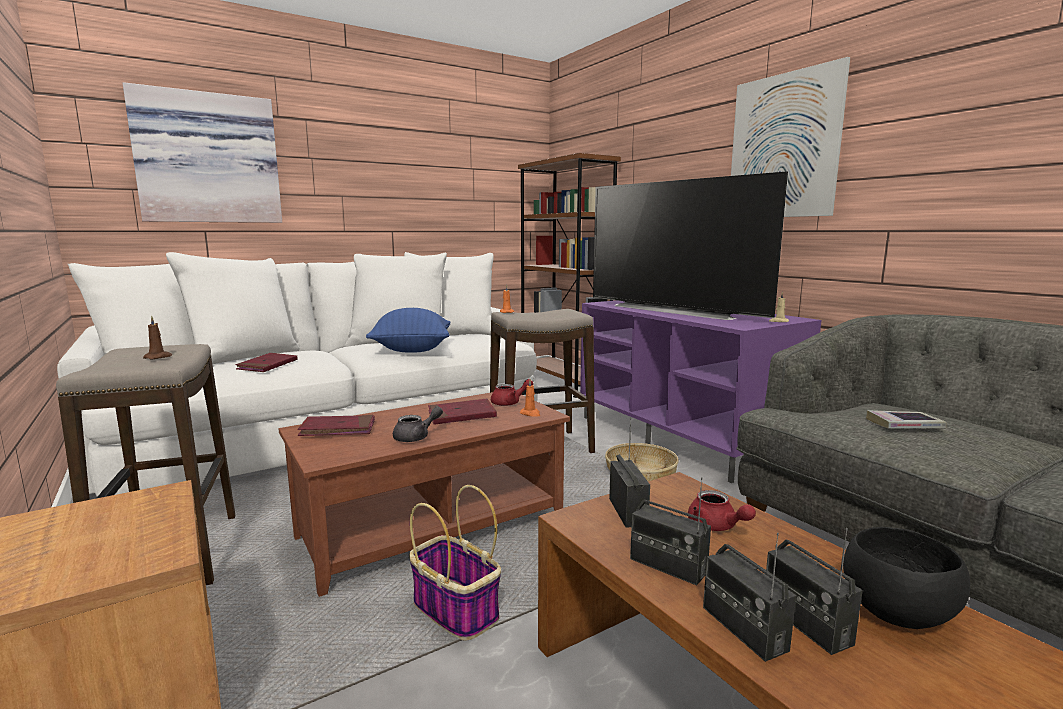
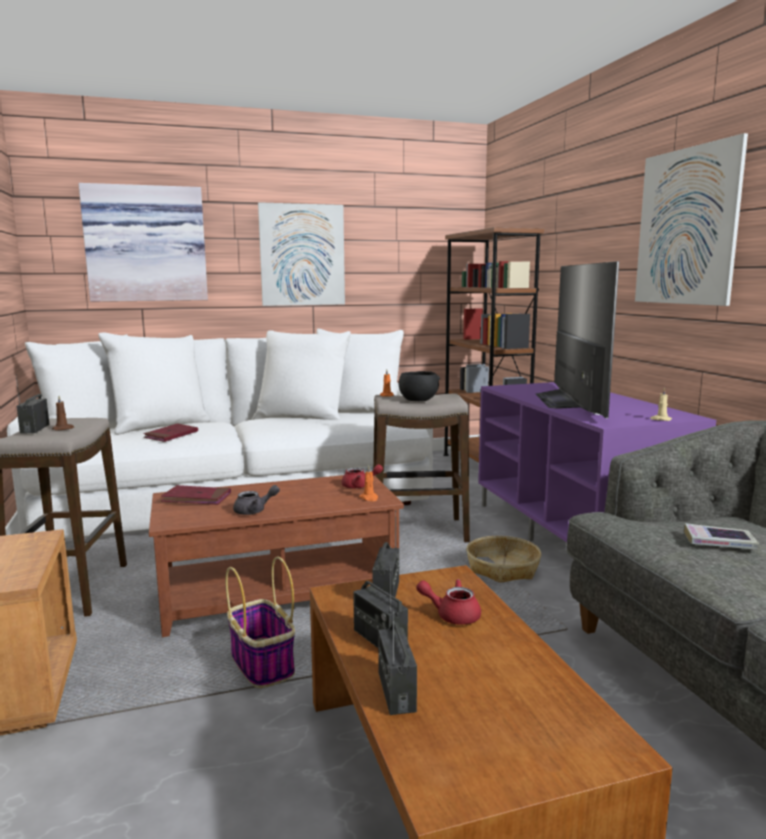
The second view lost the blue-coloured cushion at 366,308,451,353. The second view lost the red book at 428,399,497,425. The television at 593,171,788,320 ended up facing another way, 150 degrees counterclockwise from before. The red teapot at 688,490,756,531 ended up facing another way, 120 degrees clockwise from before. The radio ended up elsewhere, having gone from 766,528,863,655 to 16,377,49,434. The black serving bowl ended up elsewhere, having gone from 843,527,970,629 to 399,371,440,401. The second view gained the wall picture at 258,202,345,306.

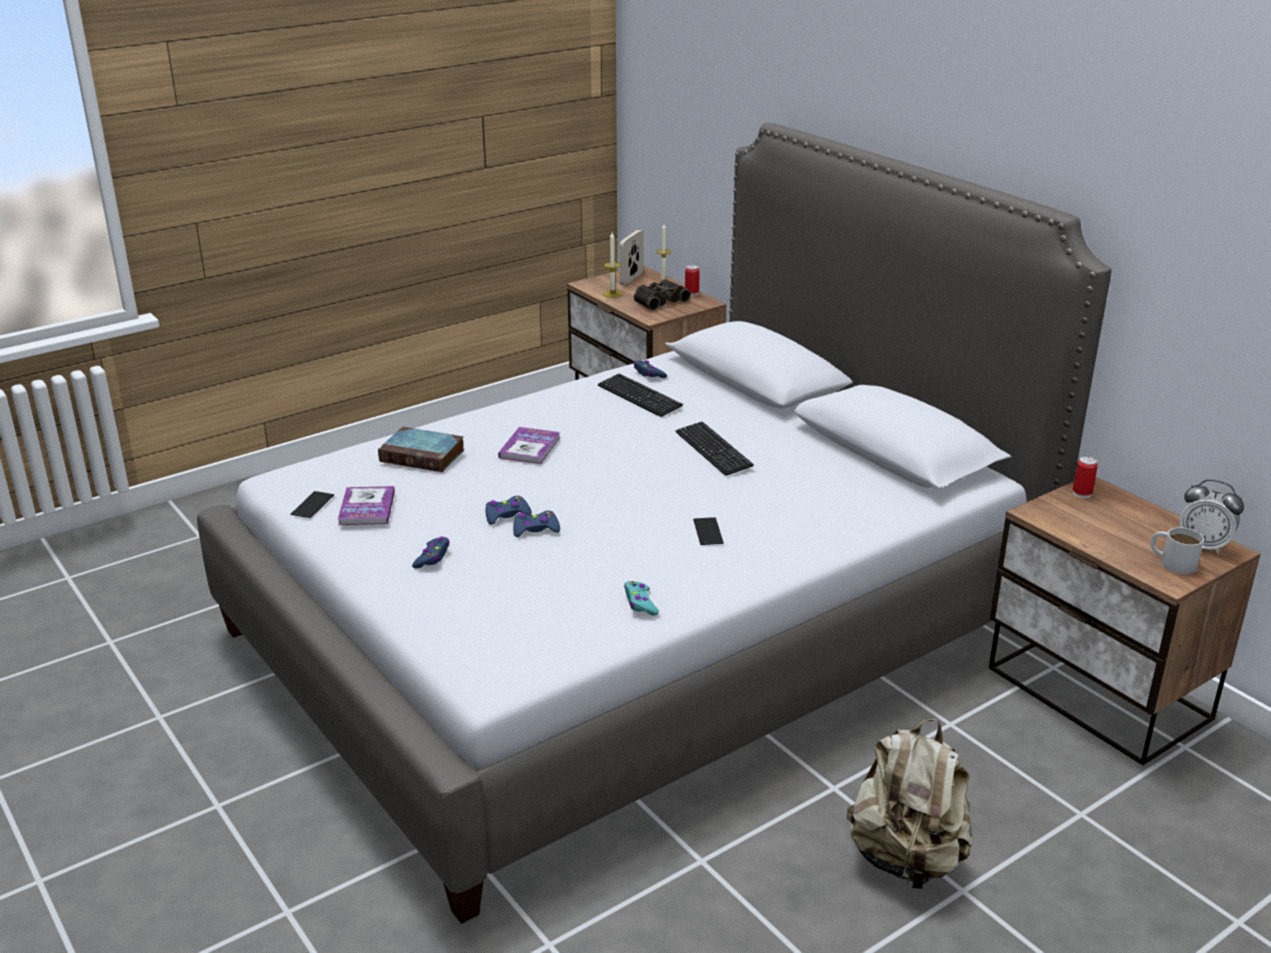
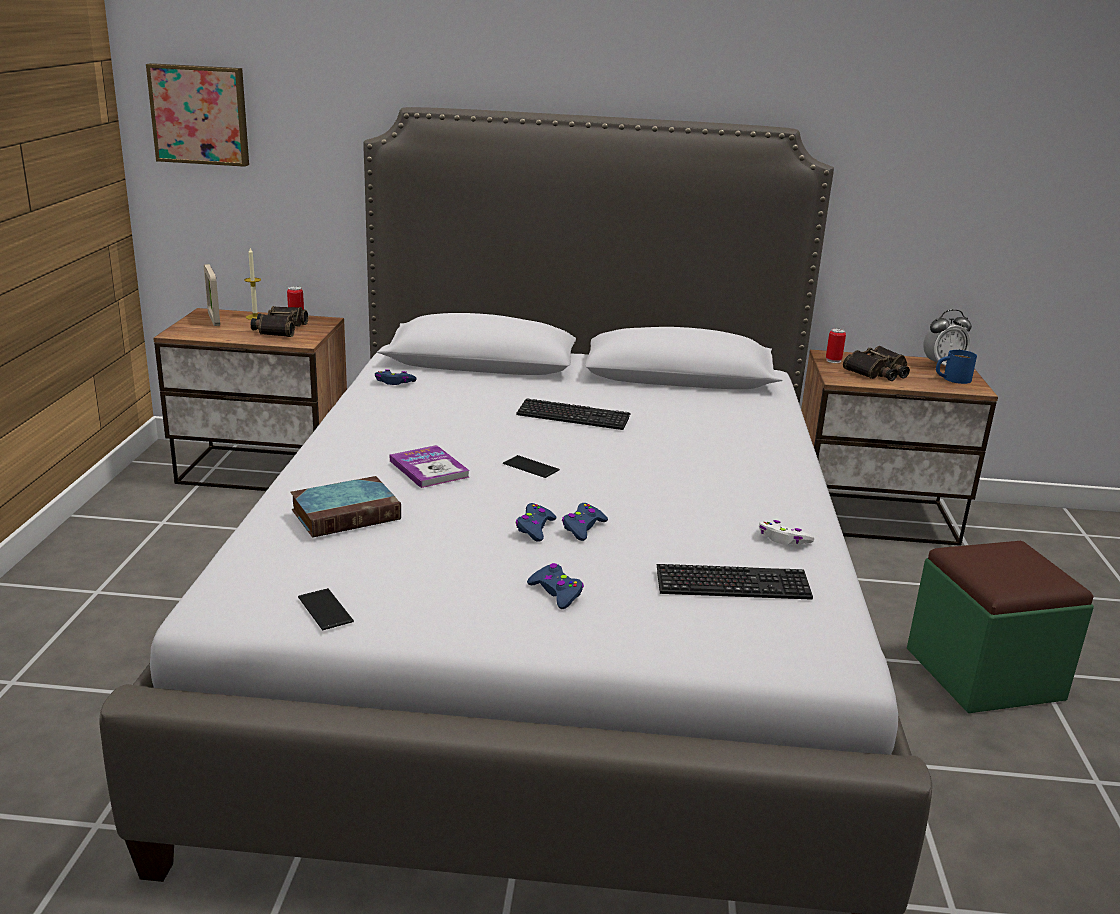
The second view lost the book at 338,486,395,525. The keyboard ended up elsewhere, having gone from 598,374,683,417 to 657,564,813,599. The second view lost the wax light at 603,232,623,298. What was the turquoise-coloured game controller at 624,581,659,616 turned into the white-coloured game controller at 759,520,814,545. The telephone ended up elsewhere, having gone from 693,517,724,545 to 503,455,560,478. Where the beige rucksack stood at 847,719,973,889, the green footrest came to stand at 907,541,1094,713. What was the white-coloured tea mug at 1150,527,1204,574 turned into the blue-coloured tea mug at 936,350,977,384. The second view gained the wall picture at 146,63,249,167. The second view gained the field glasses at 843,346,910,381.

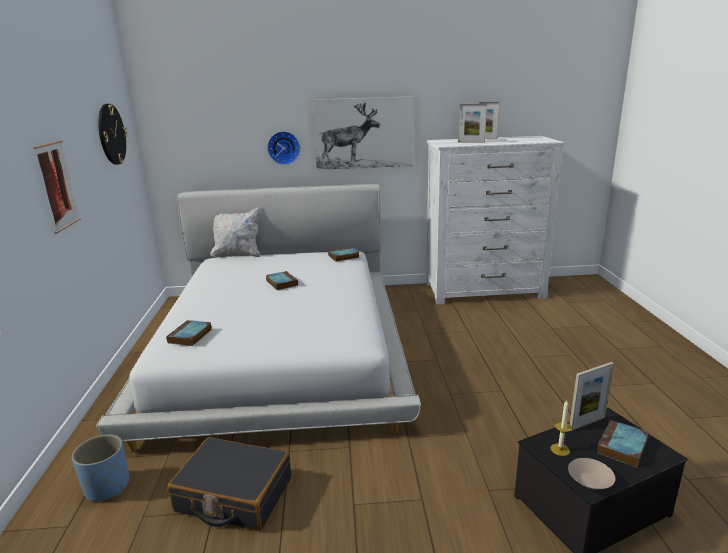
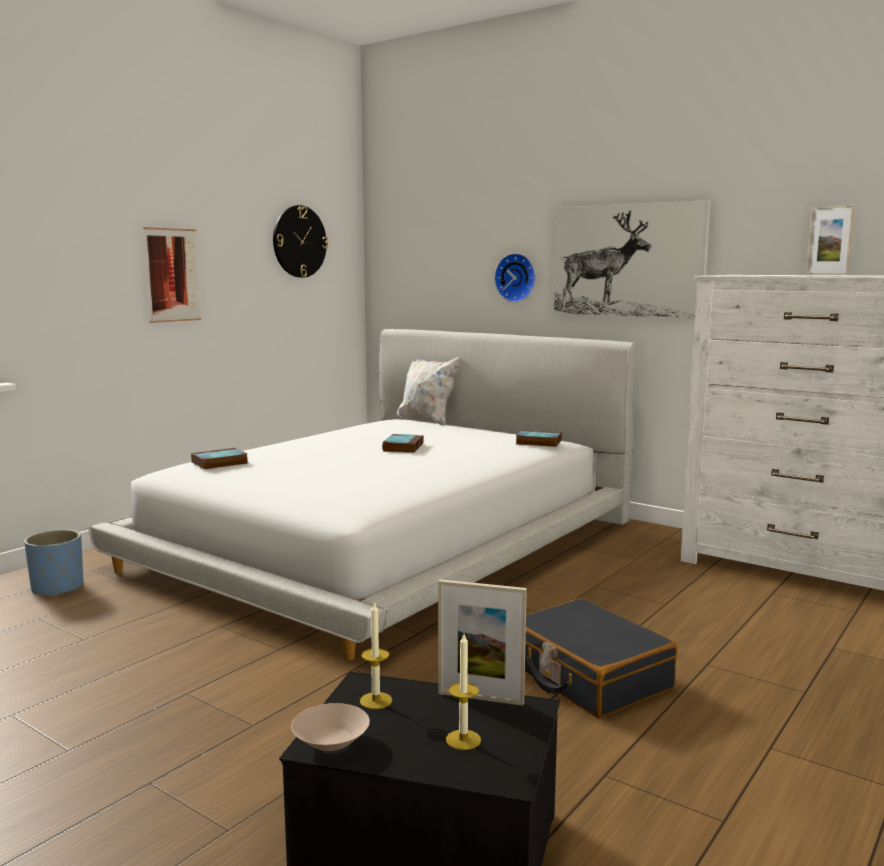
The black suitcase ended up elsewhere, having gone from 167,437,291,531 to 525,598,677,718. The second view lost the photo frame at 458,104,487,143. Where the book stood at 597,420,649,468, the wax light came to stand at 446,634,481,750.

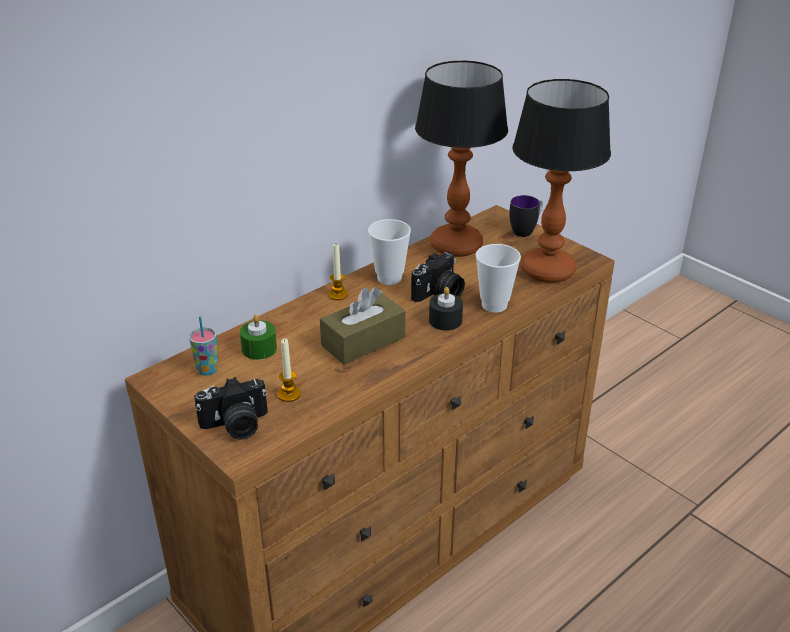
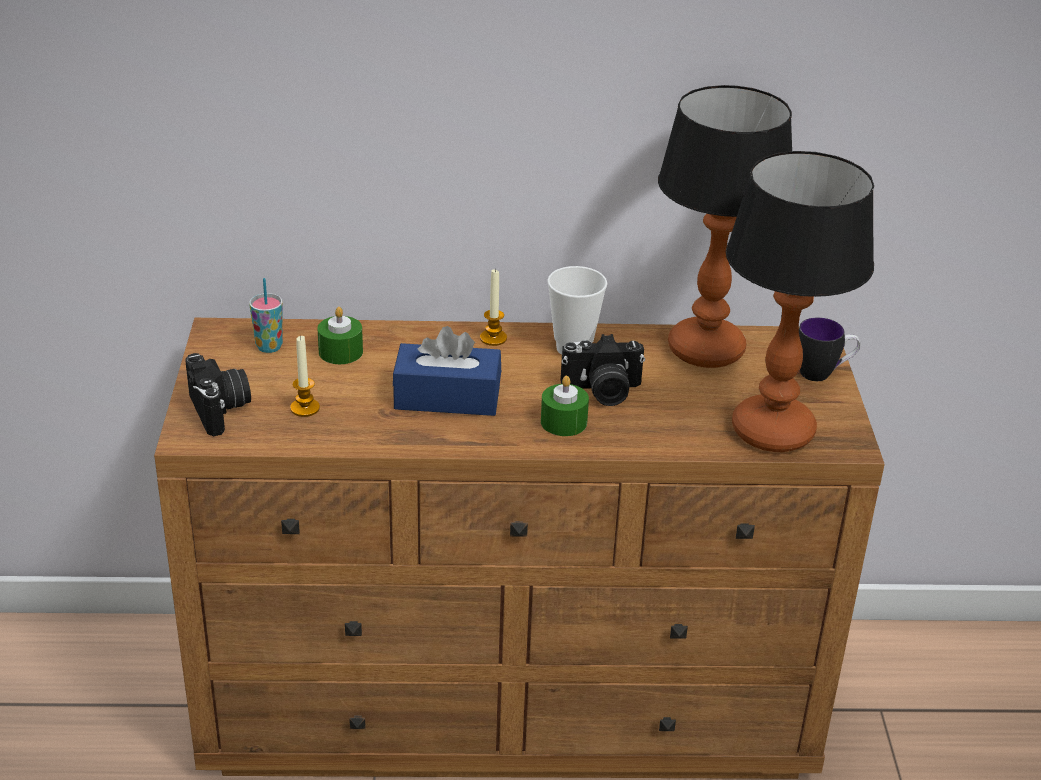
The photo camera at 194,377,268,440 ended up facing another way, 135 degrees counterclockwise from before. What was the brownish tissue holder at 320,287,405,365 turned into the blue-coloured tissue holder at 393,326,501,416. What was the black wax light at 429,287,463,331 turned into the green wax light at 541,376,589,436. The second view lost the cup at 476,244,521,313.

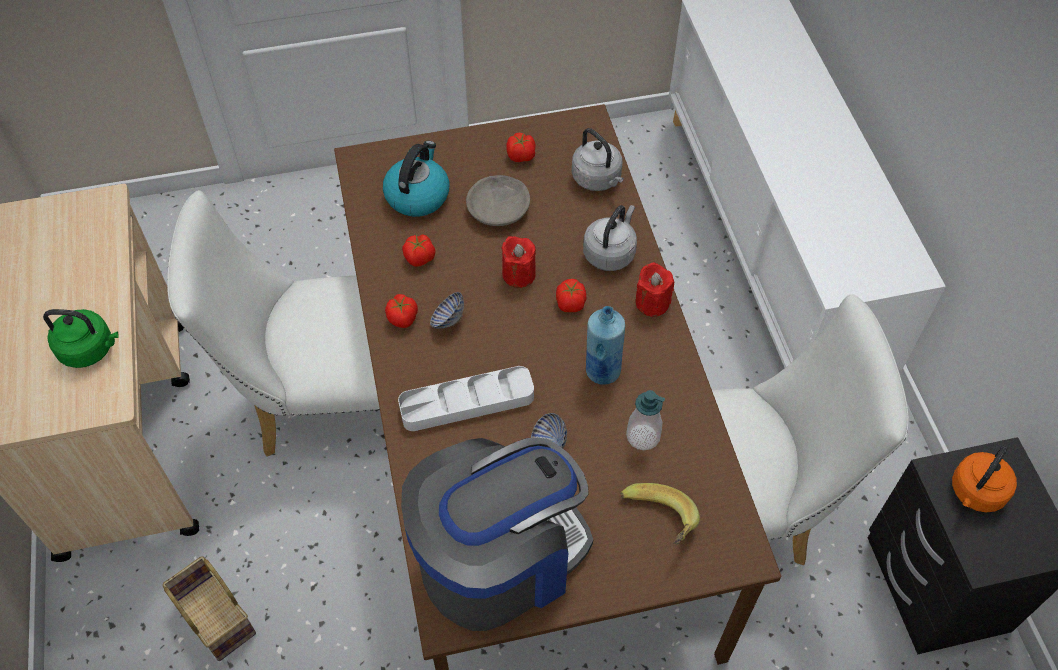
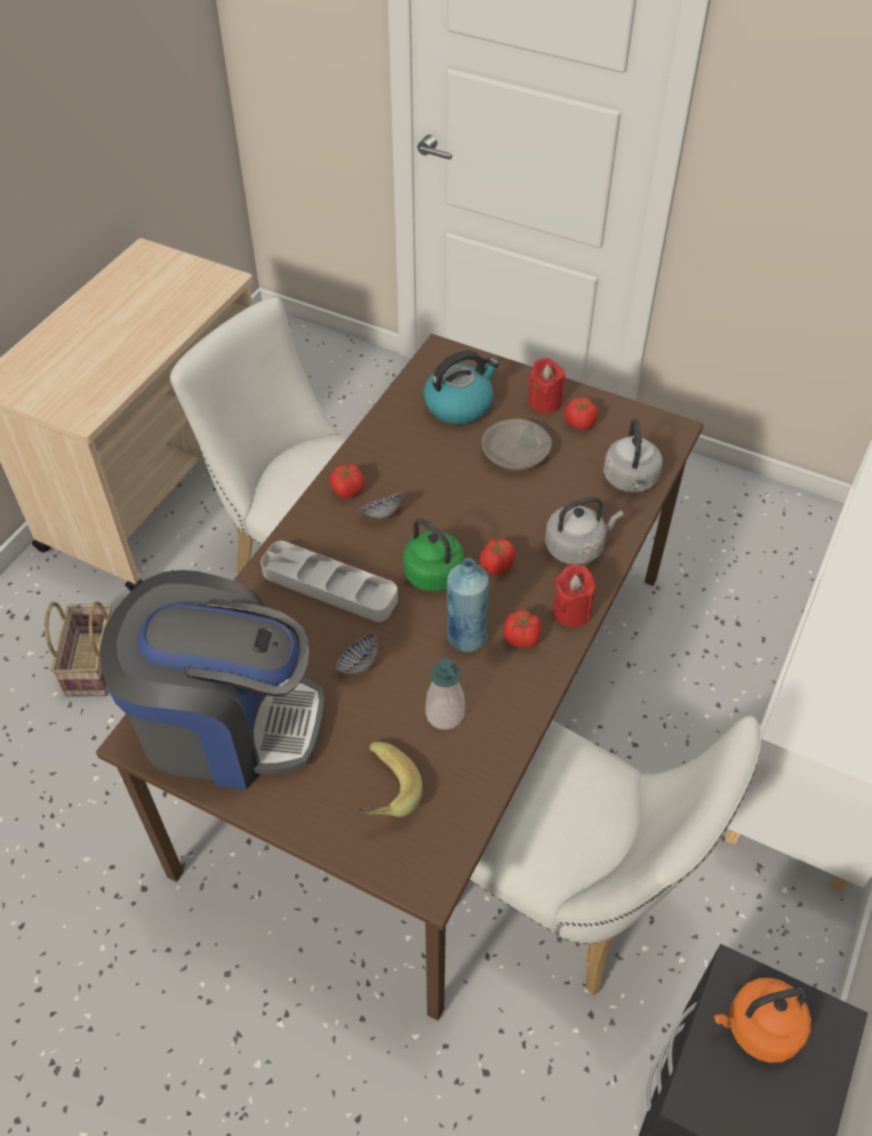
The green water kettle ended up elsewhere, having gone from 43,309,119,368 to 403,519,464,592. The whole tomato ended up elsewhere, having gone from 402,235,436,267 to 504,610,542,648. The red wax light ended up elsewhere, having gone from 501,236,536,288 to 529,358,566,414.

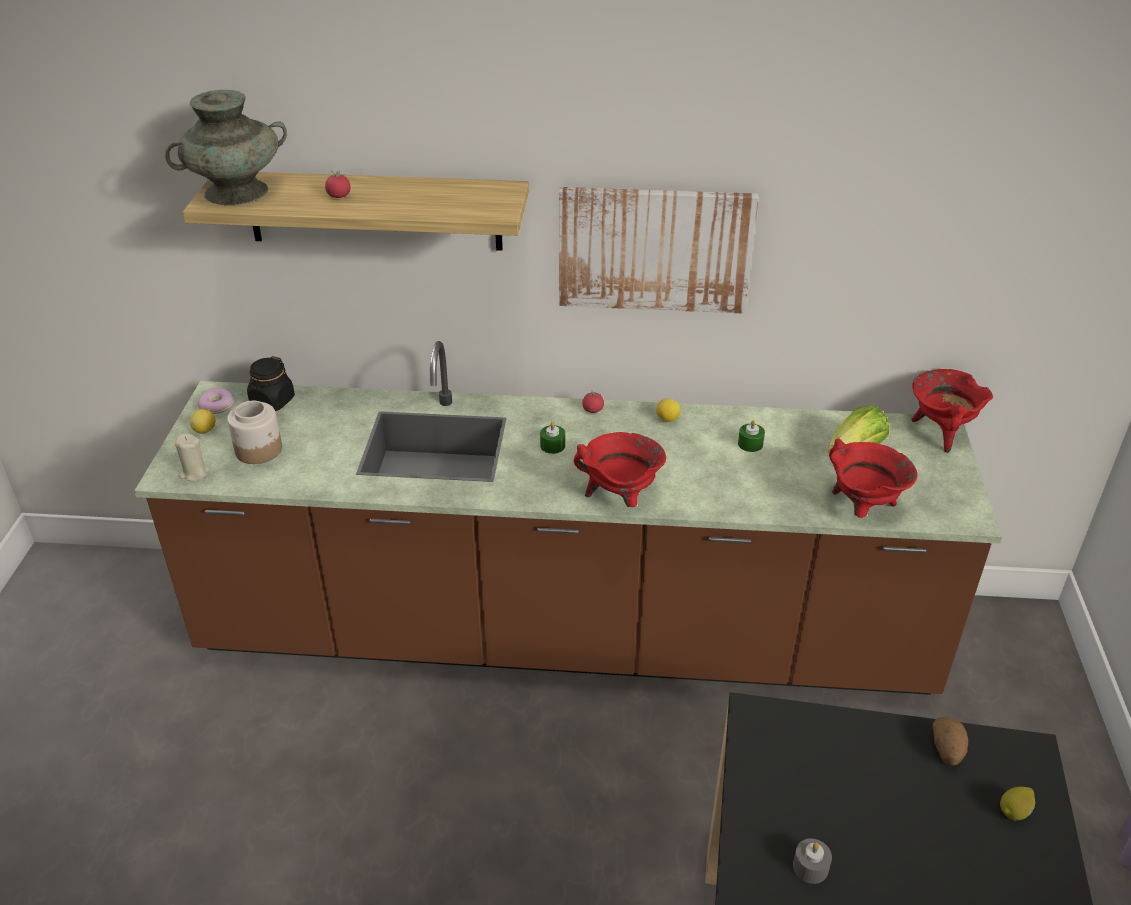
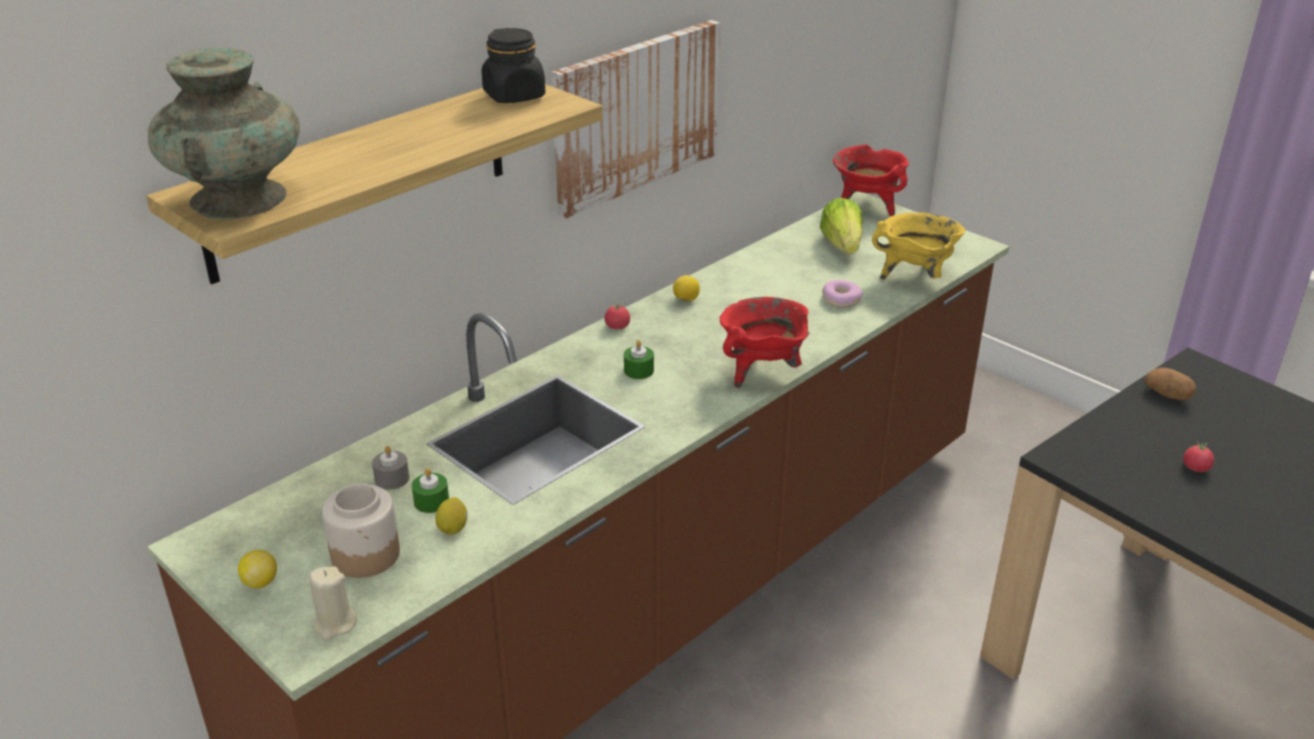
The donut ended up elsewhere, having gone from 197,388,234,414 to 822,280,863,308. The black preserve jar ended up elsewhere, having gone from 247,356,295,411 to 482,28,545,103. The whole tomato ended up elsewhere, having gone from 325,169,351,198 to 1183,441,1214,472. The green wax light ended up elsewhere, having gone from 738,420,765,452 to 412,468,449,513. The greyish wax light ended up elsewhere, having gone from 793,838,832,884 to 372,446,409,490. What was the red stockpot at 829,438,917,518 turned into the yellowish stockpot at 872,212,965,280. The citrus fruit ended up elsewhere, having gone from 1000,786,1035,820 to 435,497,468,535.

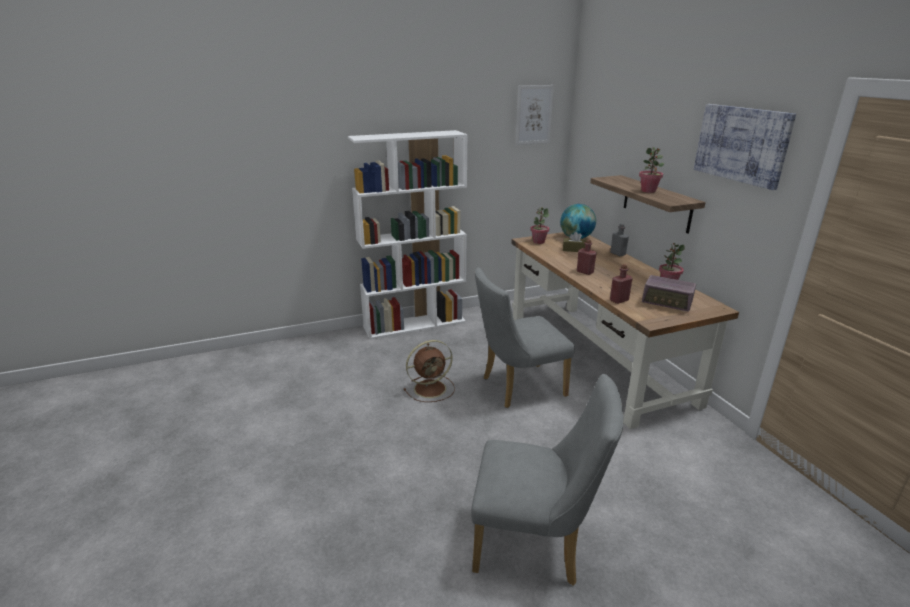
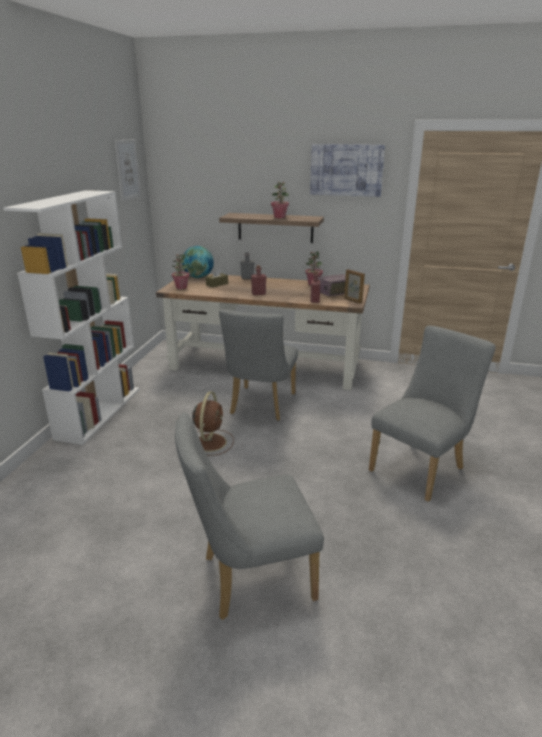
The second view gained the greyish upright chair at 175,412,324,620. The second view gained the photo frame at 344,269,365,304.

